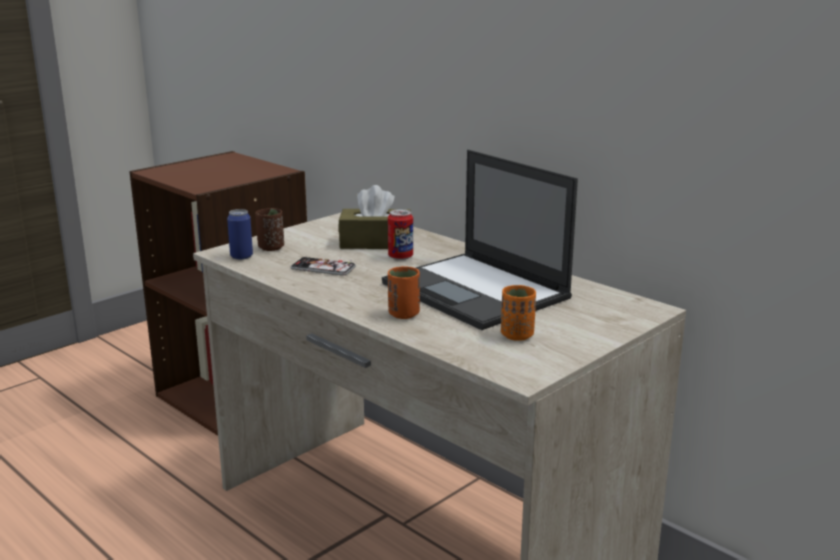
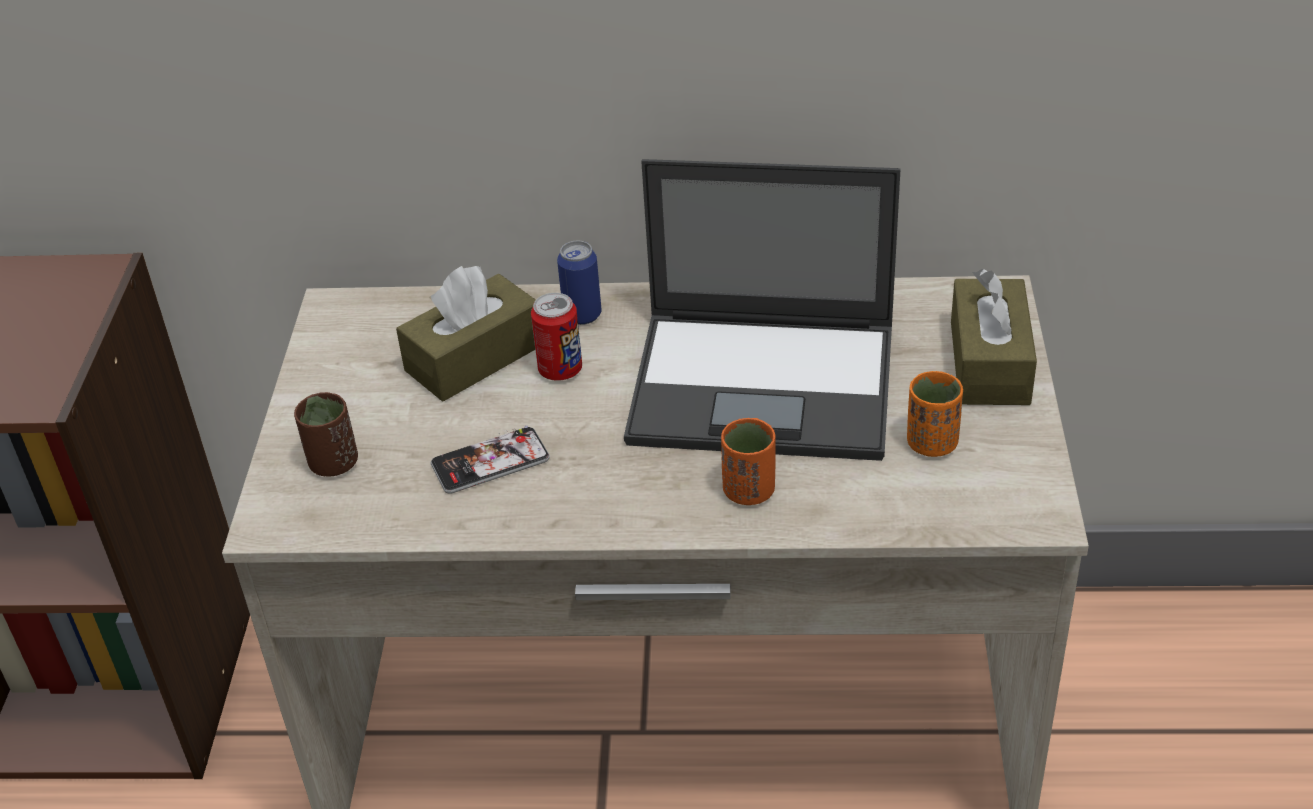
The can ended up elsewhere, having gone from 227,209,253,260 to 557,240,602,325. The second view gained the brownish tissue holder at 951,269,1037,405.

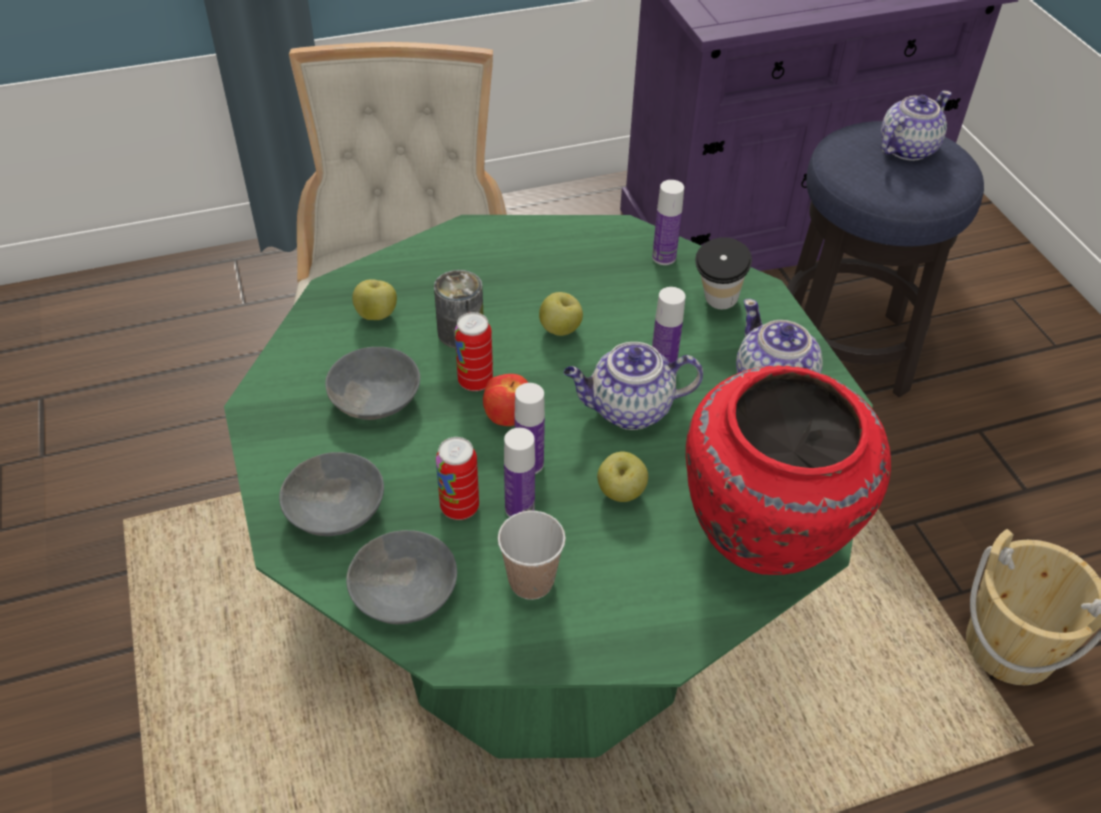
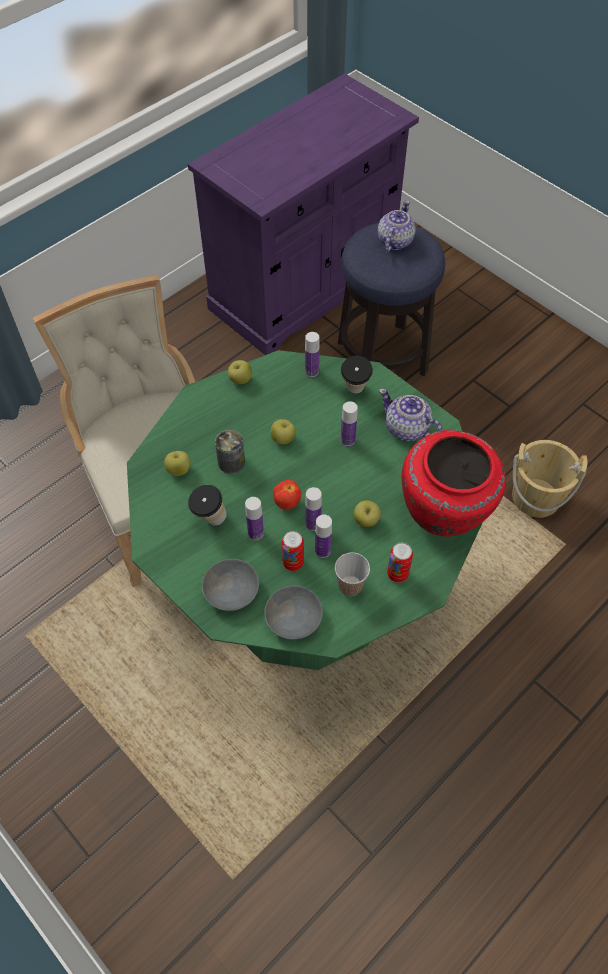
Where the greyish serving bowl stood at 325,347,420,420, the cup came to stand at 188,485,227,526. The can ended up elsewhere, having gone from 455,312,493,391 to 387,543,413,583. The second view lost the teapot at 564,342,703,430. The second view gained the apple at 228,360,252,384. The second view gained the drink bottle at 245,497,264,540.

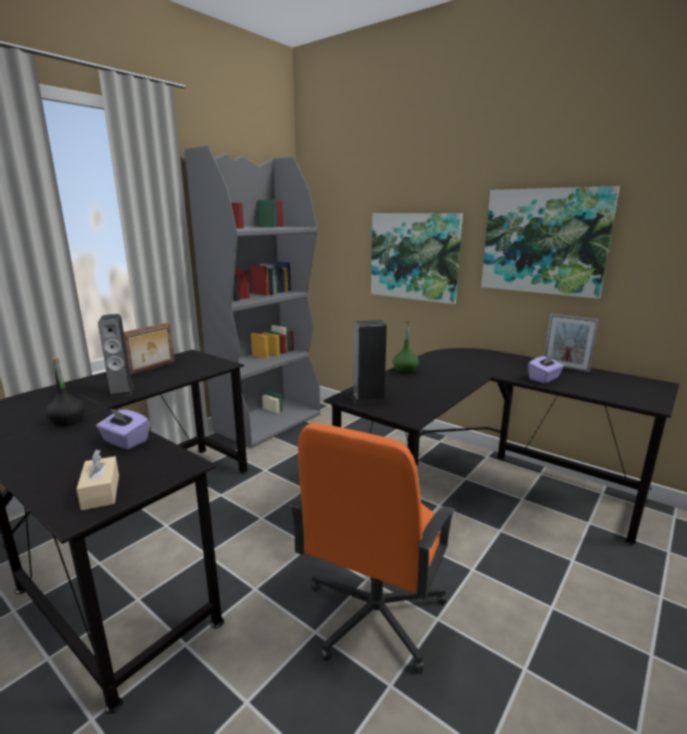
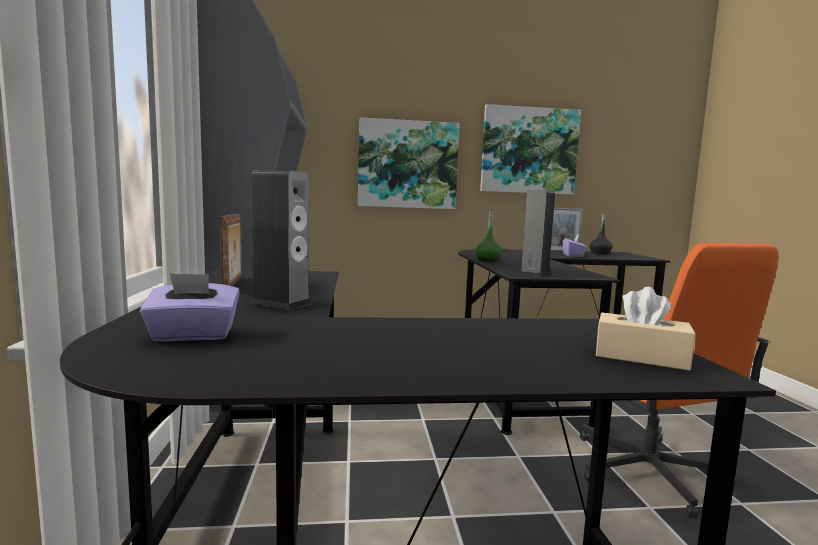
The black drink bottle ended up elsewhere, having gone from 45,357,86,426 to 590,212,613,255. The purplish tissue holder ended up elsewhere, having gone from 96,408,149,450 to 140,273,239,342.

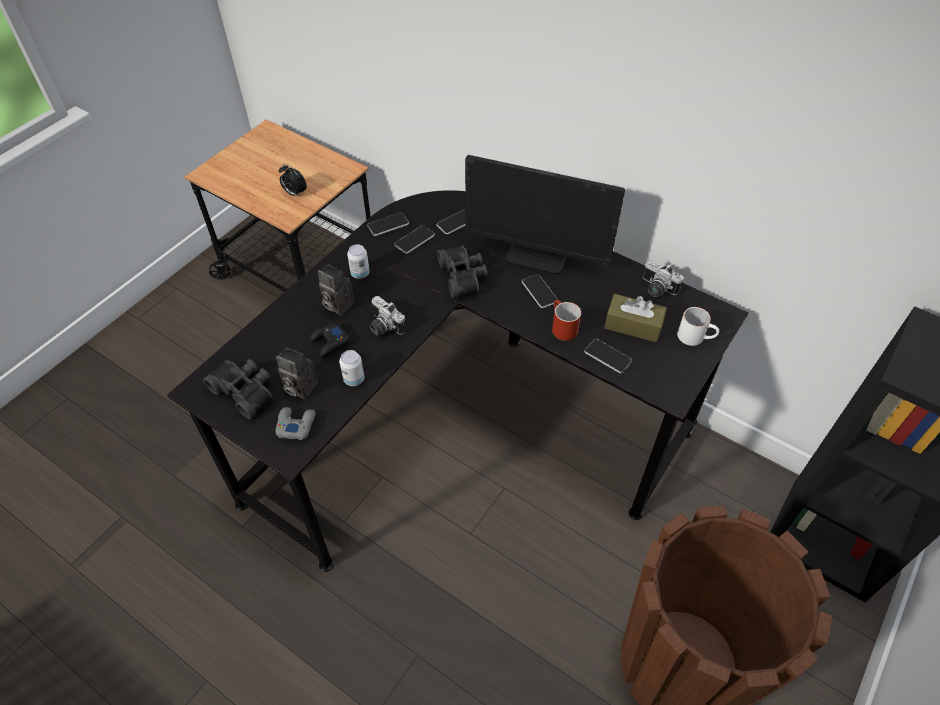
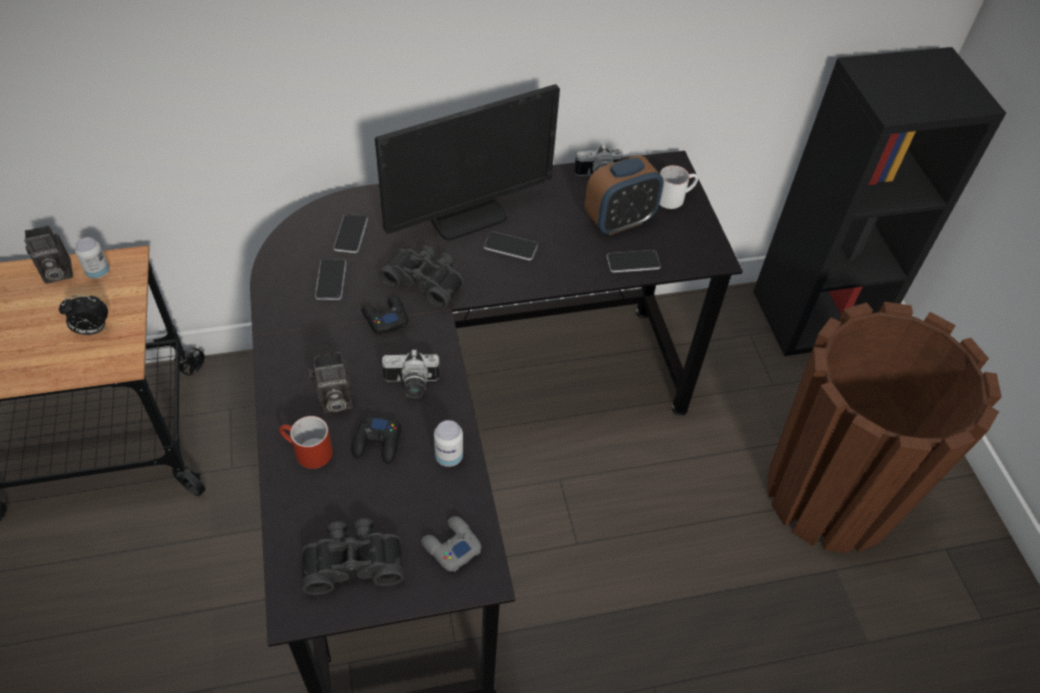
The photo camera ended up elsewhere, having gone from 276,347,318,399 to 24,225,73,284. The can ended up elsewhere, having gone from 347,244,370,279 to 75,237,109,279. The second view lost the telephone at 367,213,409,236. The red tea mug ended up elsewhere, having gone from 552,300,581,341 to 279,416,333,469. Where the brownish tissue holder stood at 604,294,667,342, the alarm clock came to stand at 584,155,664,235. The second view gained the black game controller at 361,296,408,335.

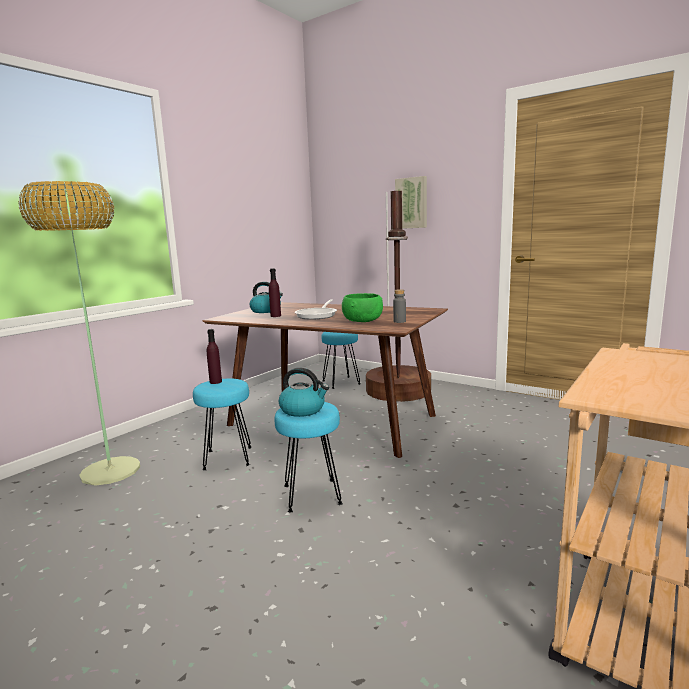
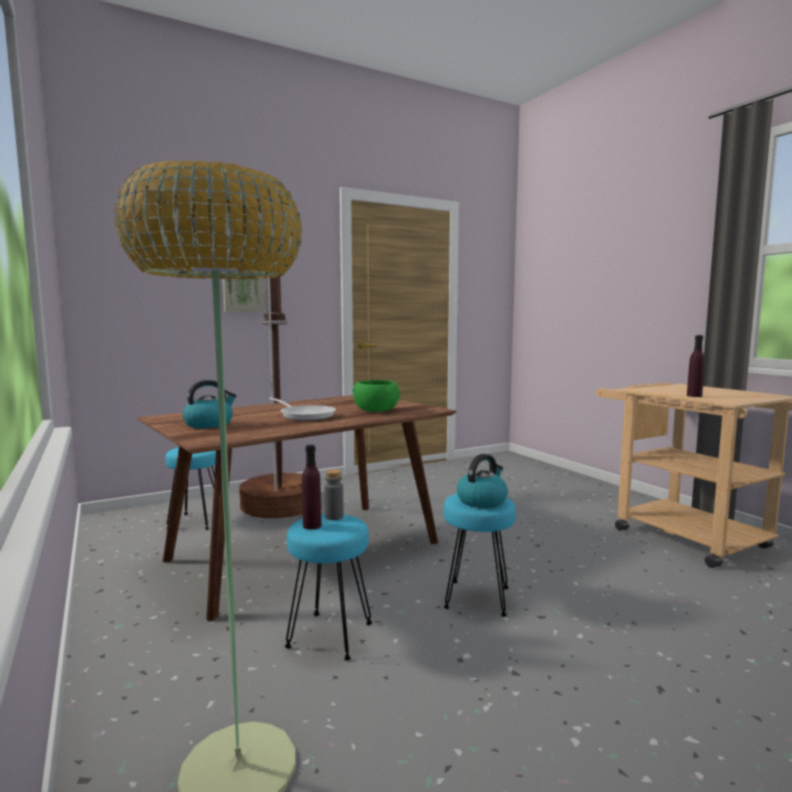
The purplish drink bottle ended up elsewhere, having gone from 269,268,281,317 to 687,335,705,397. The greyish drink bottle ended up elsewhere, having gone from 393,289,406,323 to 325,469,343,520.

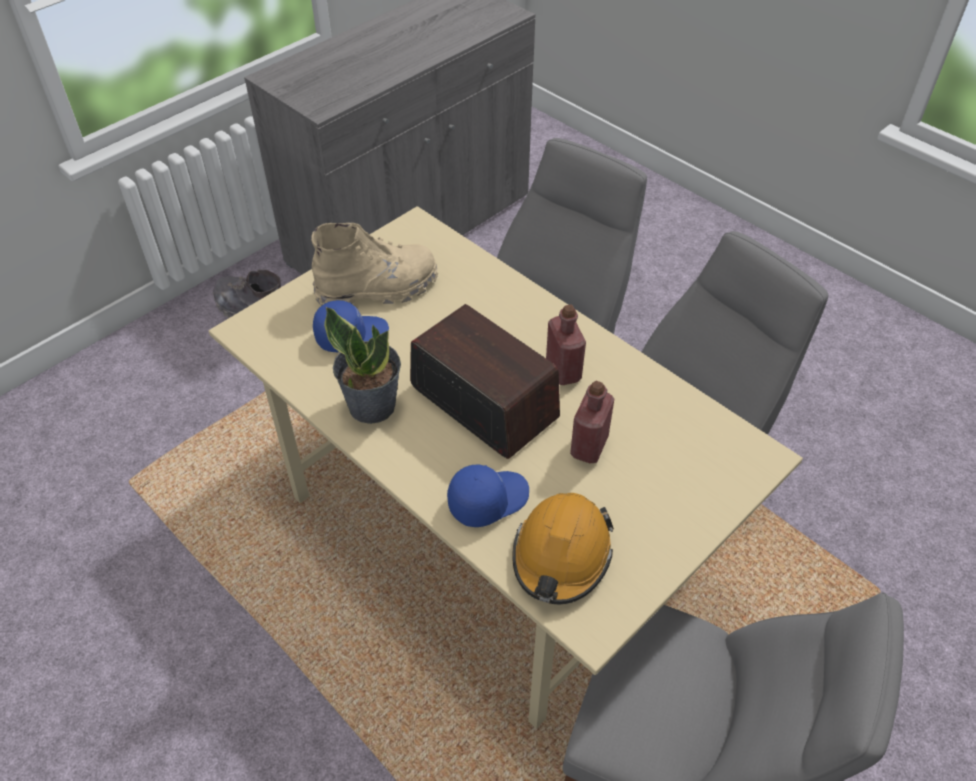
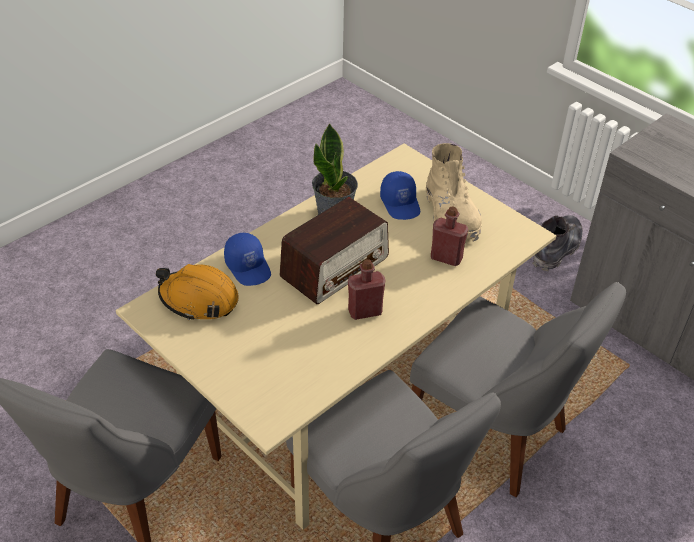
The red drink bottle ended up elsewhere, having gone from 570,381,614,463 to 431,206,468,266.

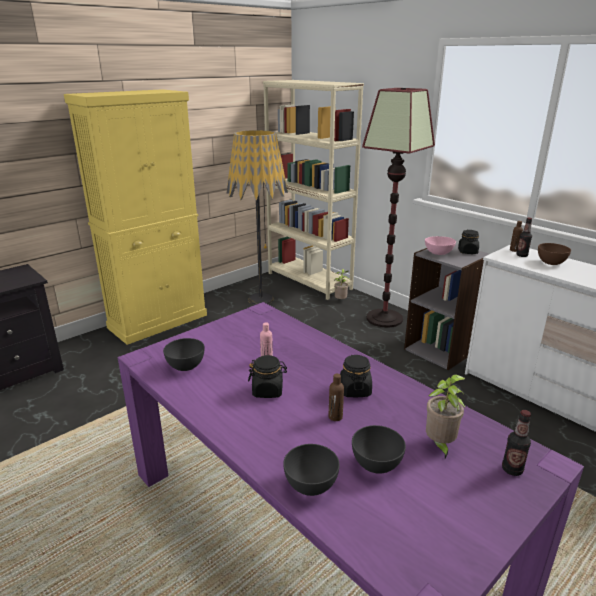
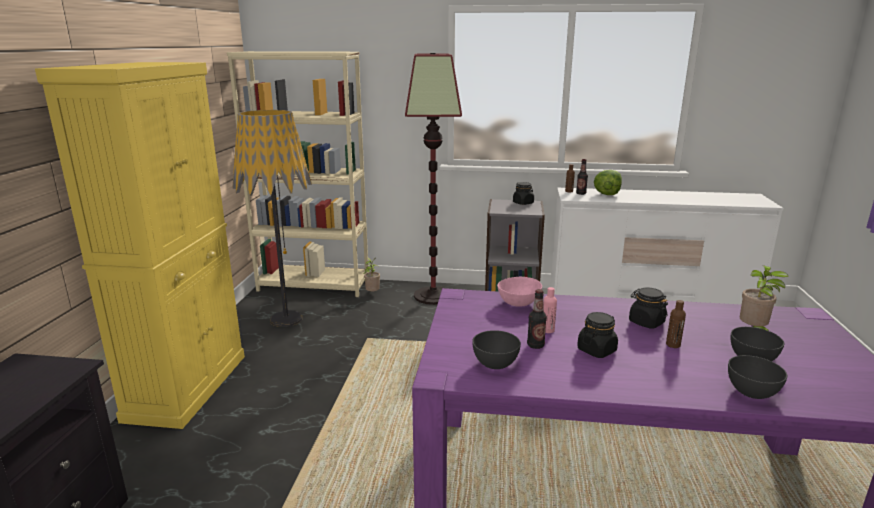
The pink-coloured serving bowl ended up elsewhere, having gone from 425,236,456,255 to 497,277,542,307. The drink bottle ended up elsewhere, having gone from 502,410,531,476 to 527,289,547,349. Where the brownish serving bowl stood at 538,243,571,265, the lettuce came to stand at 594,170,622,195.

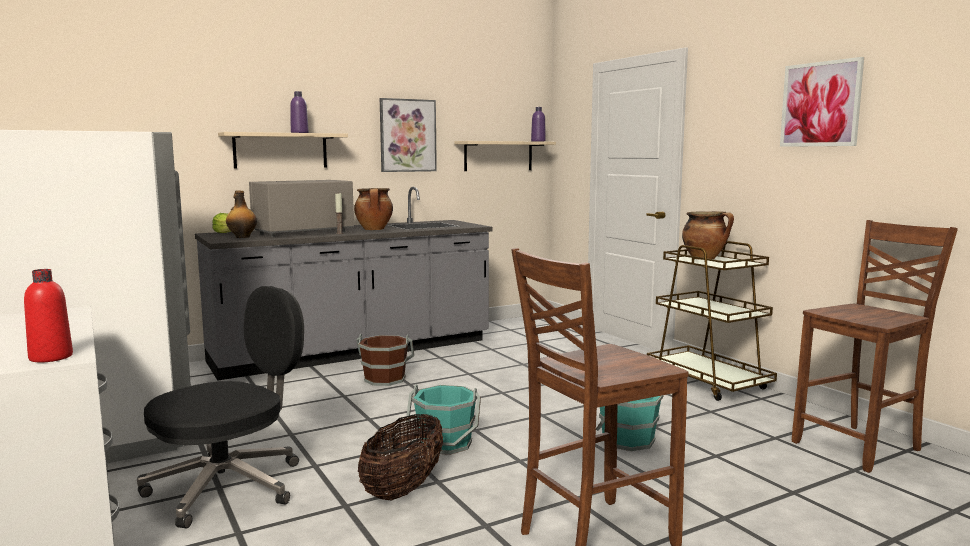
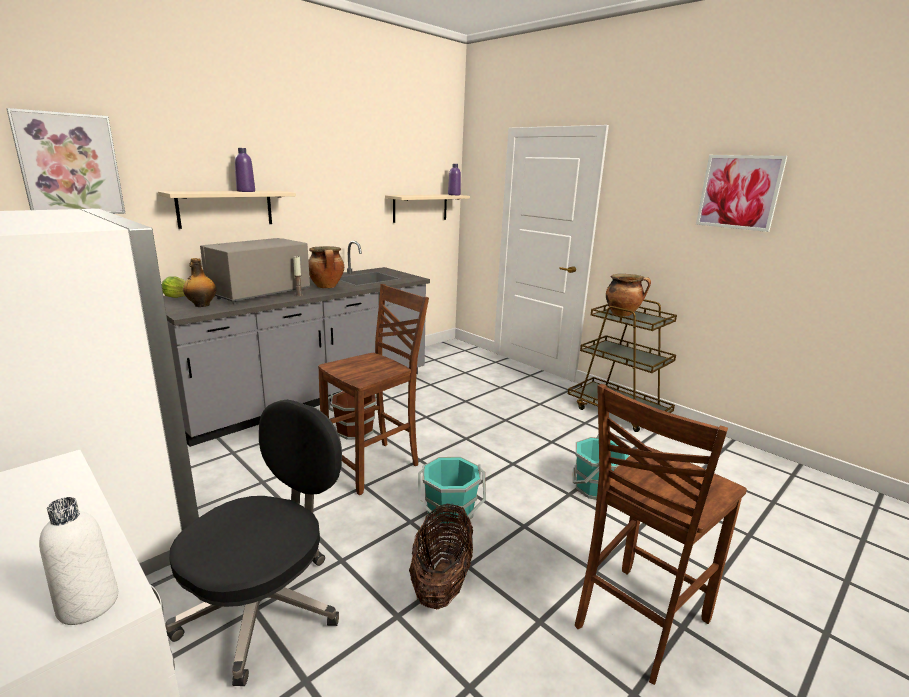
What was the red drink bottle at 24,269,73,362 turned into the white-coloured drink bottle at 39,497,118,625. The wall picture ended up elsewhere, having gone from 380,98,437,172 to 6,108,126,214. The brownish upright chair ended up elsewhere, having gone from 792,220,958,473 to 318,284,429,495.

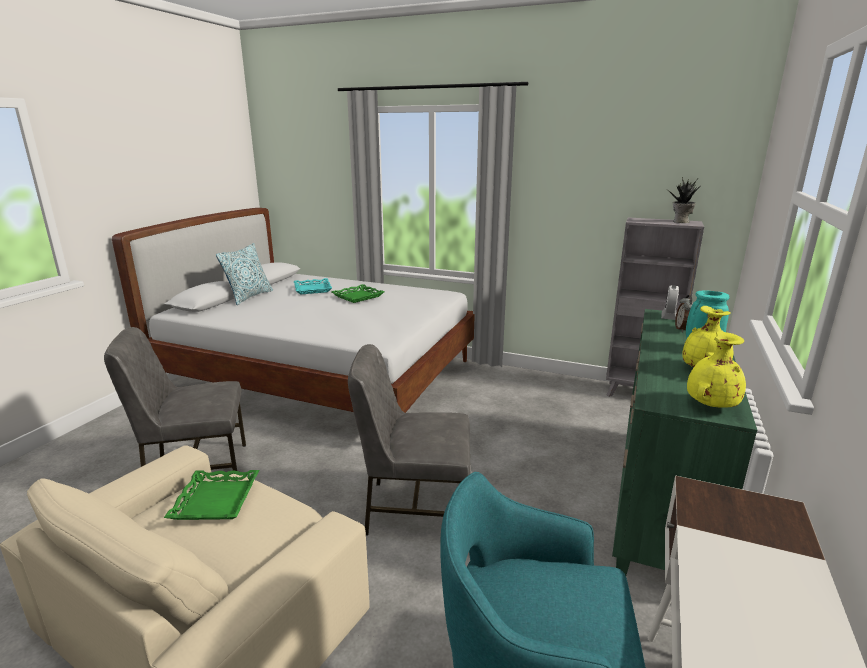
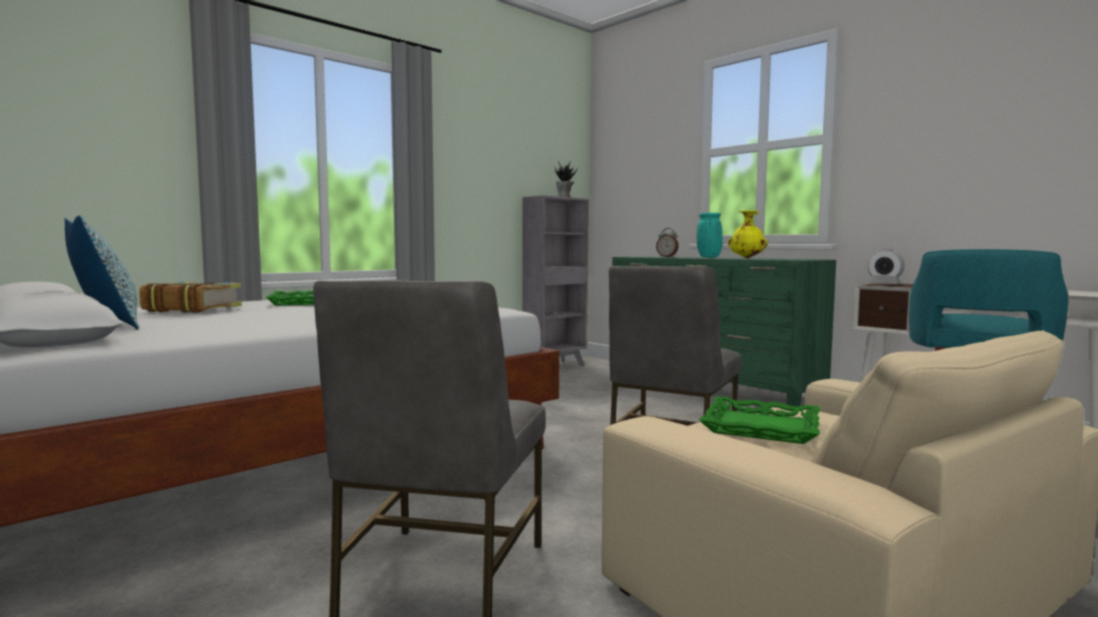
Where the turquoise-coloured tray stood at 294,278,332,295, the book came to stand at 139,281,242,313. The alarm clock ended up elsewhere, having gone from 661,285,679,320 to 868,249,905,284. The second view lost the yellowish decorative vase at 687,332,746,407.

